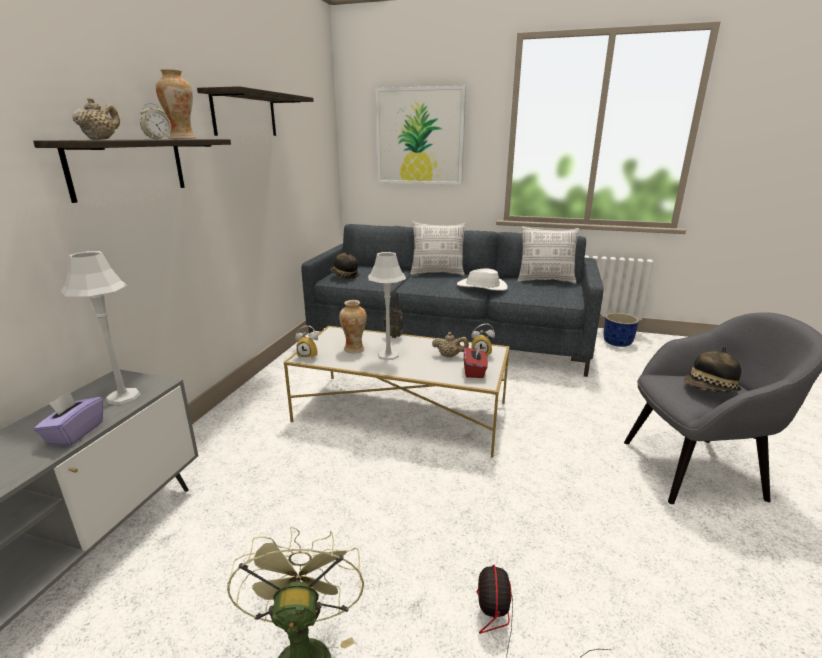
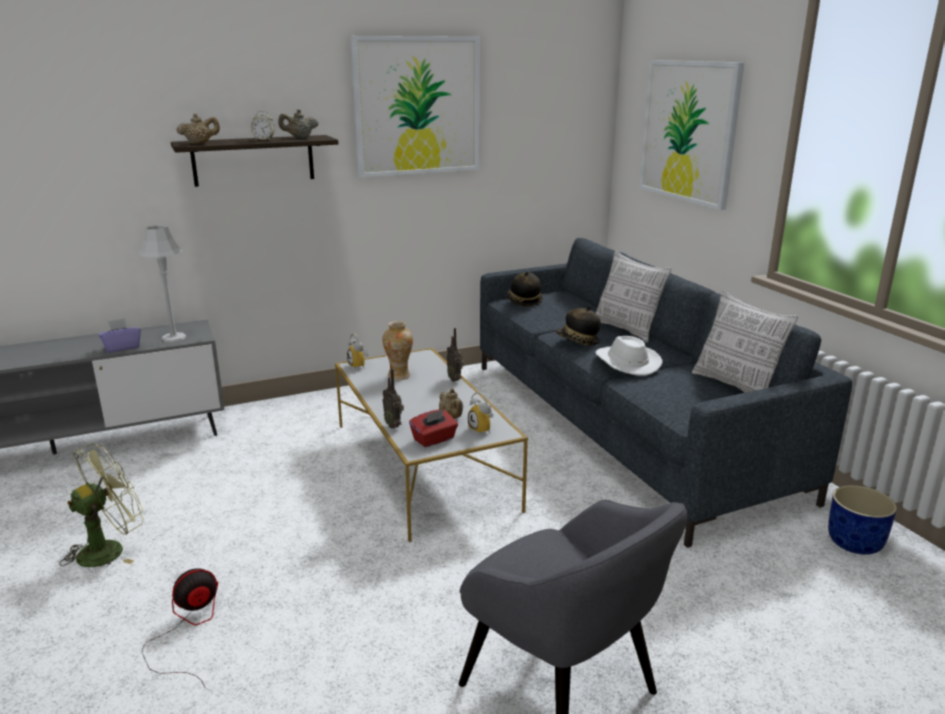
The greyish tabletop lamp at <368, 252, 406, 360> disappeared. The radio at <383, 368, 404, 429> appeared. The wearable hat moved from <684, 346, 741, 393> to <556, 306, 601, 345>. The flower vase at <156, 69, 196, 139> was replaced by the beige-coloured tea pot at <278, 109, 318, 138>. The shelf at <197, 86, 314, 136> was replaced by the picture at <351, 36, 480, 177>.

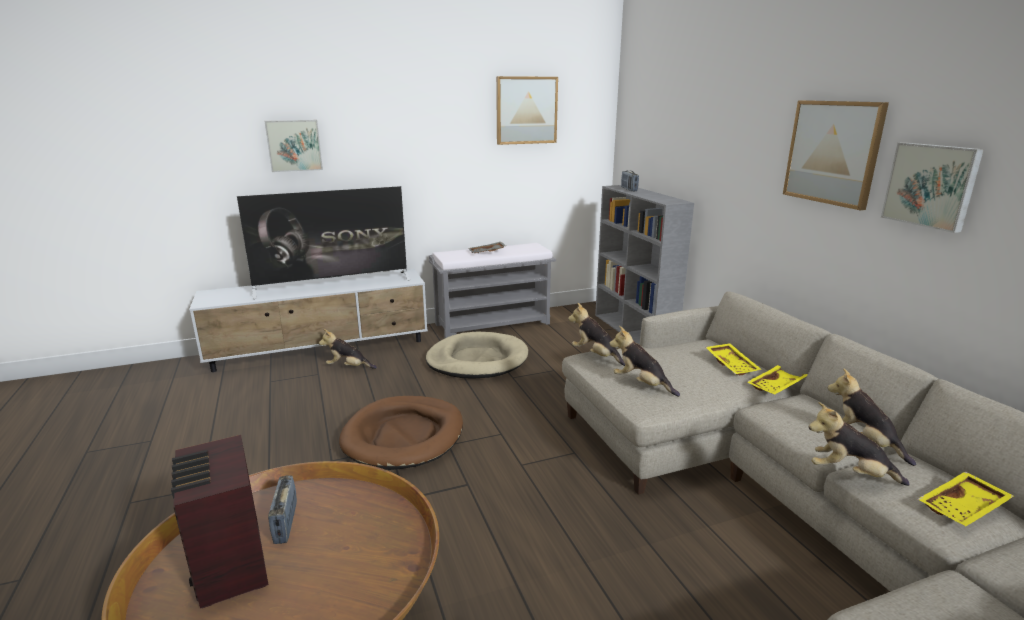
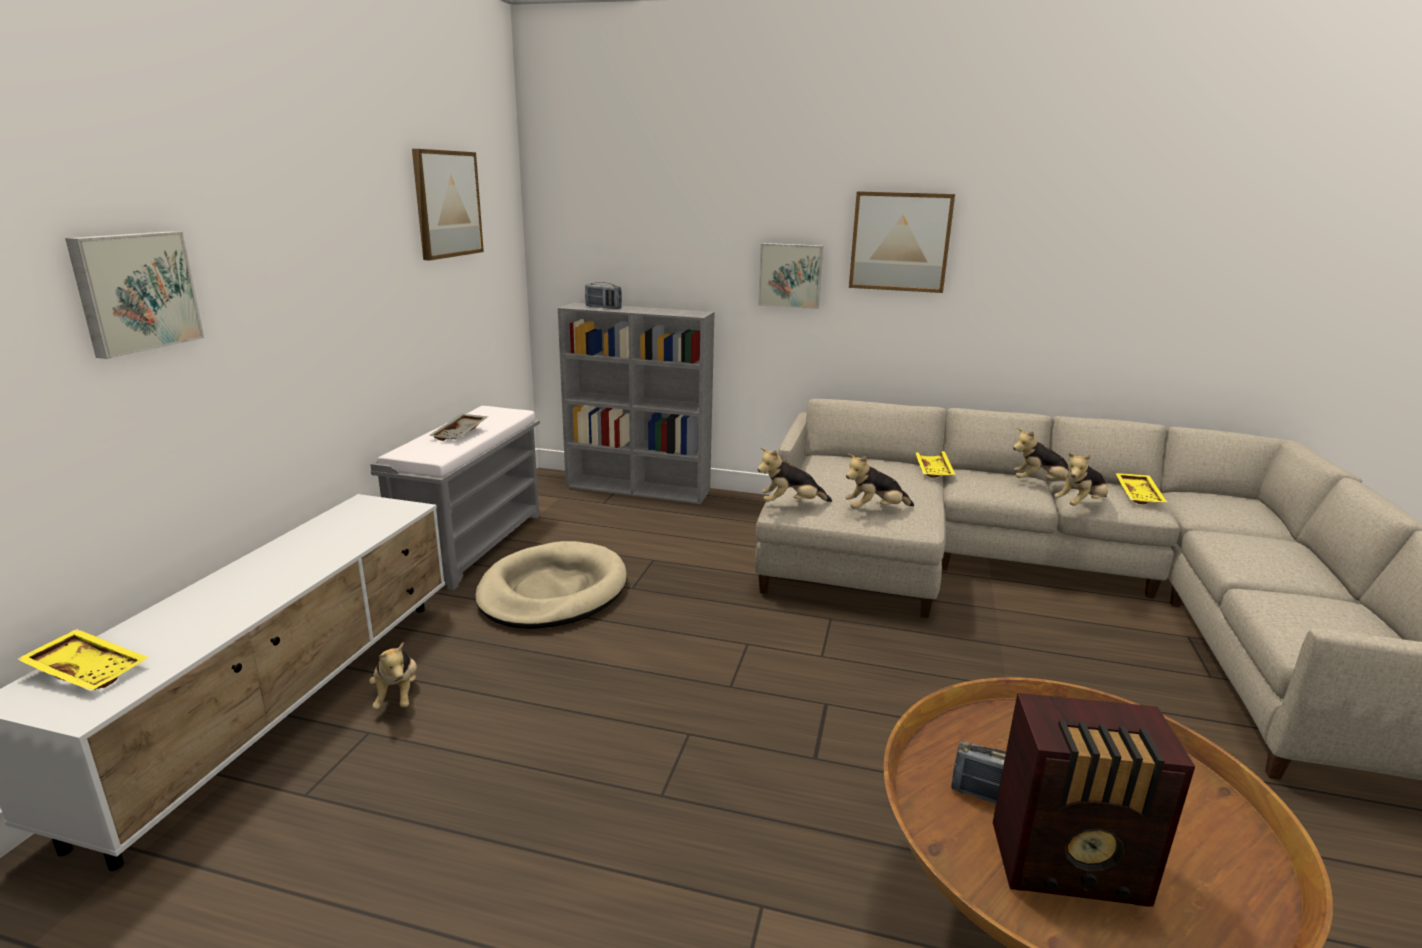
The TV set at <237, 186, 410, 299> disappeared. The brown dog bed at <339, 396, 463, 470> disappeared. The yellowish serving tray moved from <706, 343, 761, 375> to <17, 629, 148, 691>. The picture moved from <881, 142, 984, 233> to <758, 243, 823, 309>. The plush toy at <319, 329, 377, 369> turned 60 degrees counterclockwise.

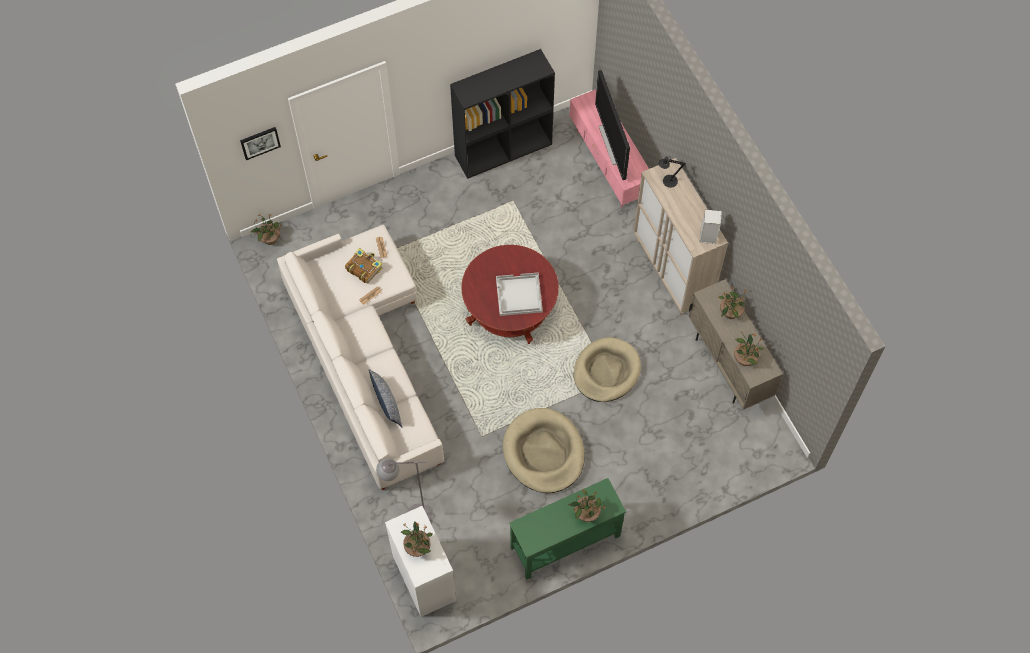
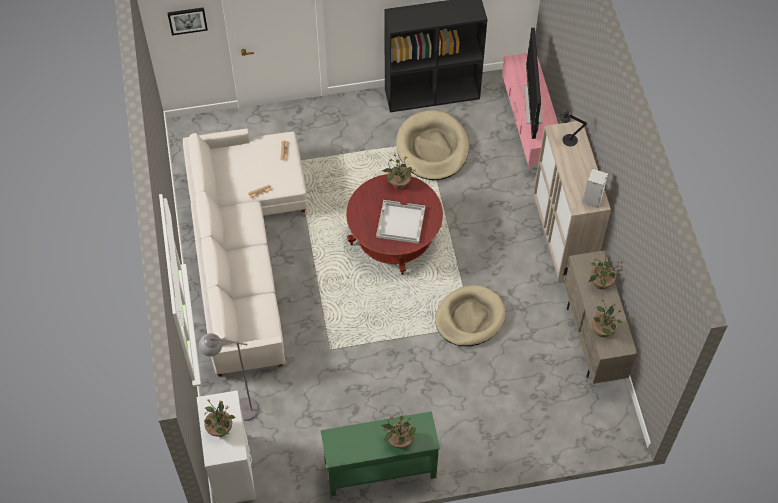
The bound book at <345, 248, 383, 284> disappeared. The throw pillow at <369, 369, 403, 428> disappeared. The houseplant moved from <250, 213, 282, 245> to <382, 154, 415, 189>. The beige-coloured dog bed moved from <503, 408, 585, 493> to <396, 110, 469, 180>.

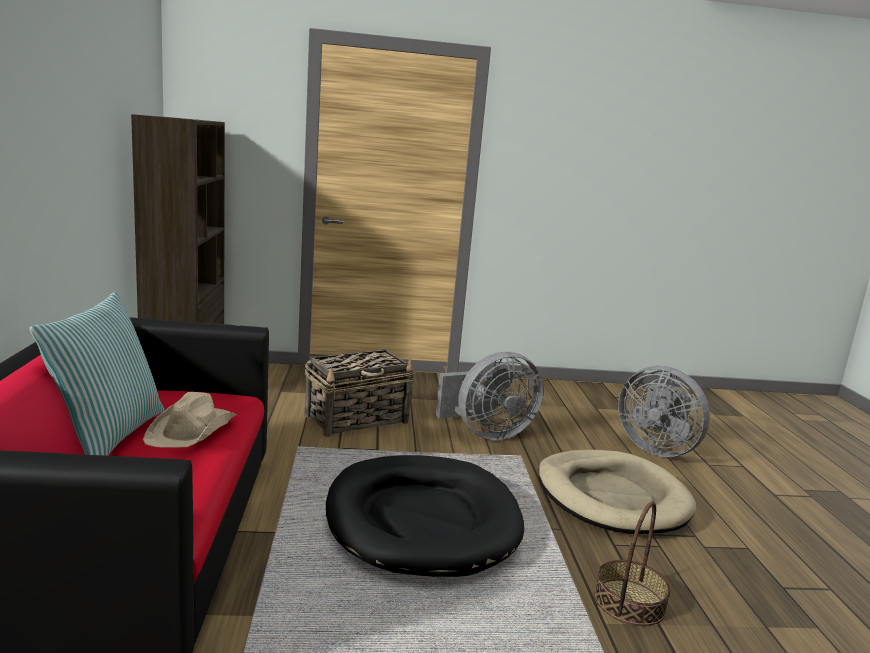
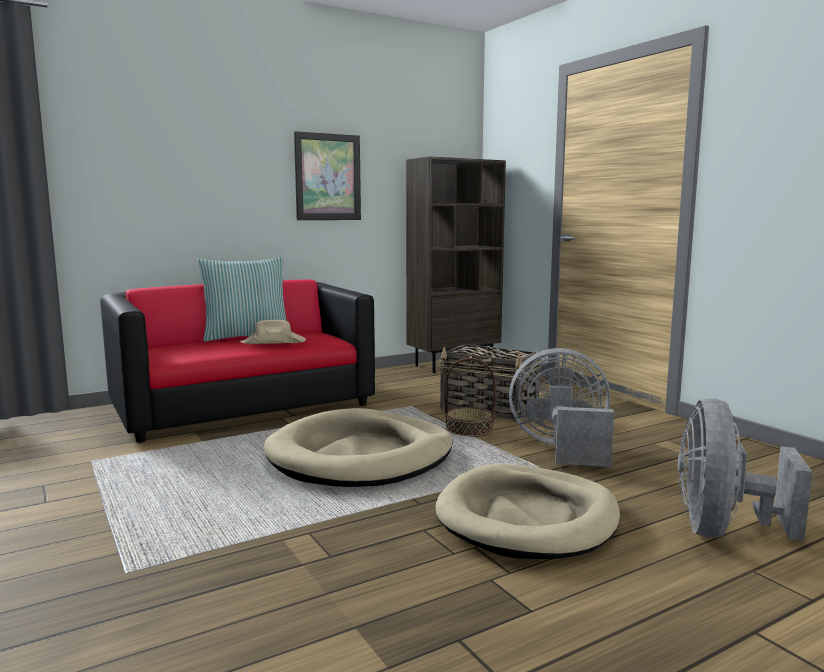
The picture at <294, 131, 361, 220> appeared. The storage basket moved from <594, 501, 671, 626> to <444, 358, 496, 437>. The black dog bed at <326, 455, 524, 577> became the beige-coloured dog bed at <264, 408, 453, 487>. The greyish fan at <436, 352, 544, 440> turned 150 degrees clockwise.

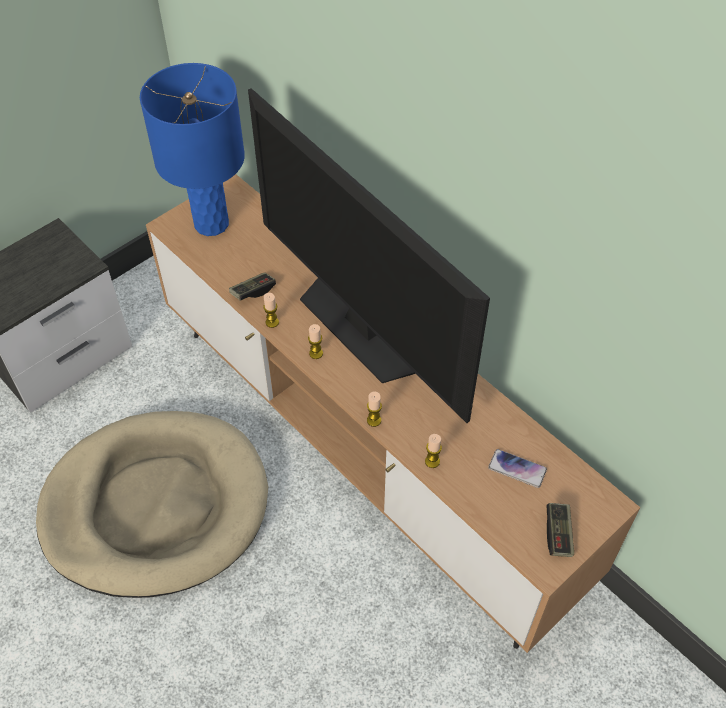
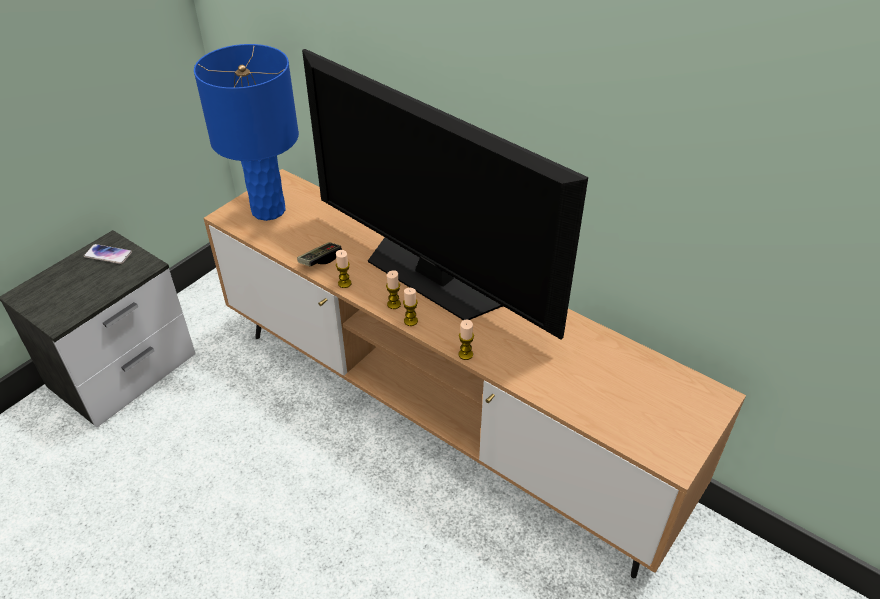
The beige-coloured dog bed at <36, 411, 268, 598> disappeared. The gamepad at <546, 503, 574, 557> disappeared. The wax light moved from <425, 434, 442, 468> to <403, 288, 418, 326>. The handset moved from <488, 449, 547, 488> to <84, 244, 132, 264>.

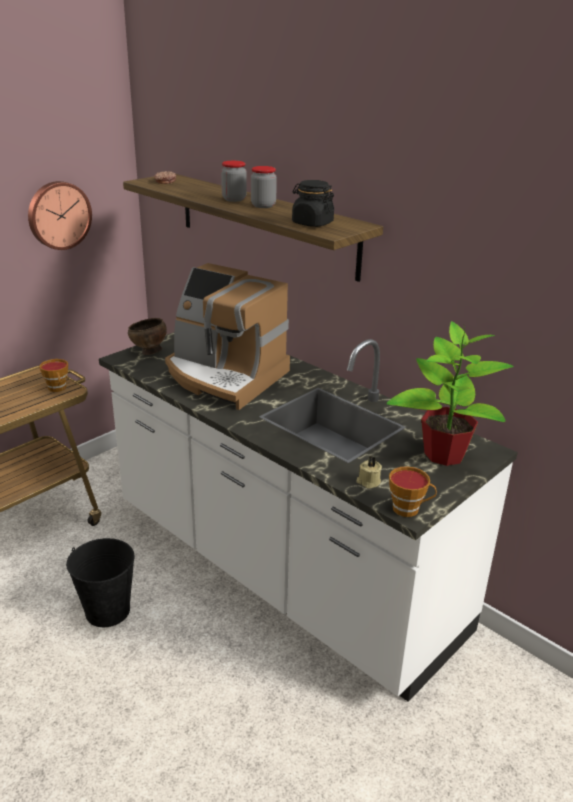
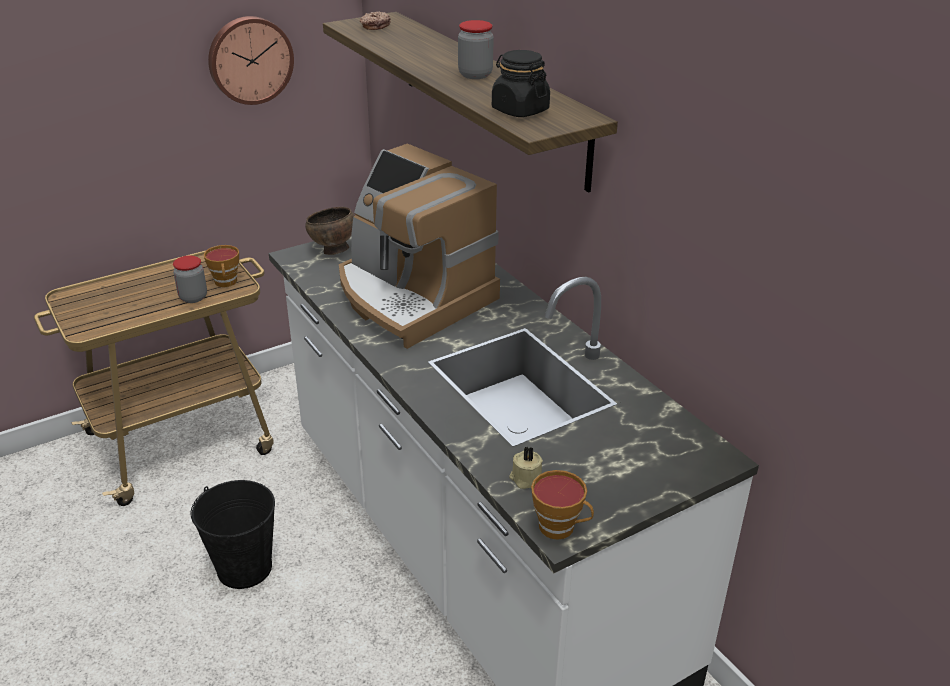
The houseplant at <387, 321, 514, 466> disappeared. The preserve jar moved from <221, 161, 247, 202> to <173, 256, 207, 303>.

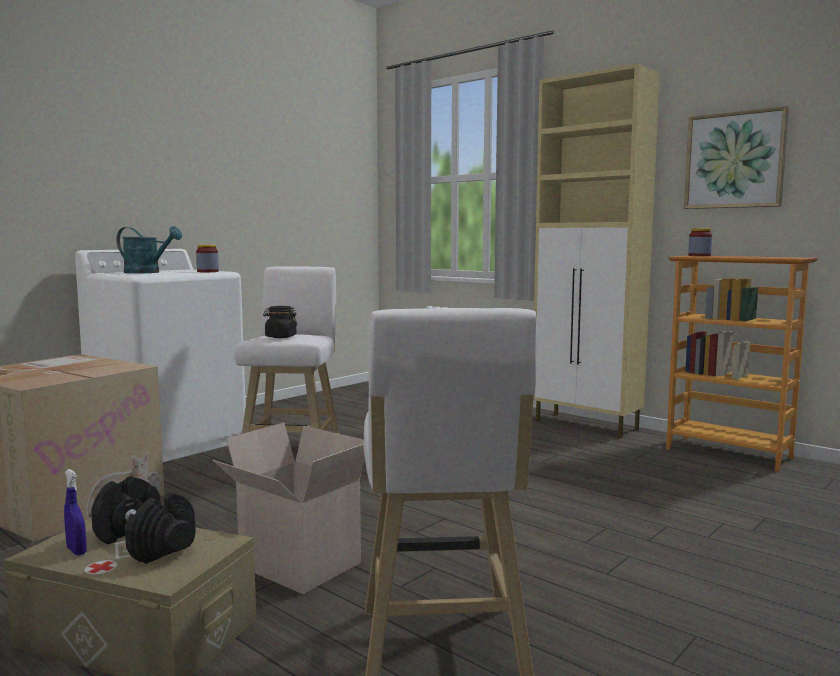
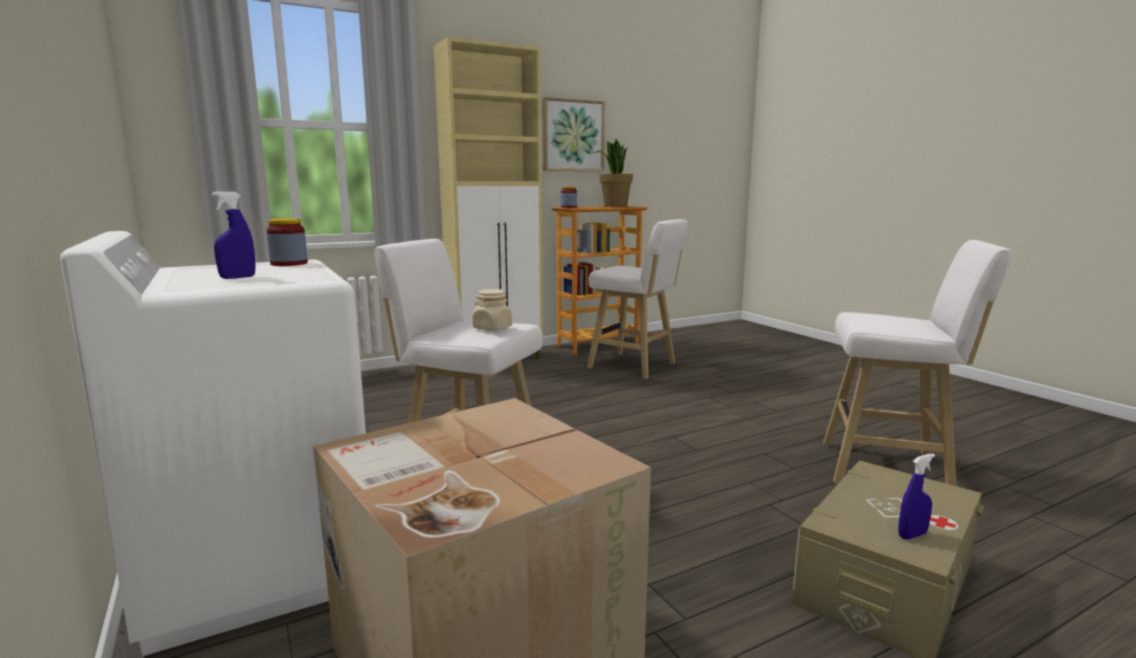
The black free weight at <91, 476, 196, 564> disappeared. The packing box at <213, 422, 365, 594> disappeared. The white stool at <587, 219, 688, 379> appeared. The houseplant at <595, 139, 633, 207> appeared. The turquoise sprinkling can at <117, 226, 182, 274> was replaced by the bluish hand sprayer at <212, 191, 256, 279>. The black preserve jar at <263, 306, 298, 338> became the beige-coloured preserve jar at <472, 289, 512, 331>.

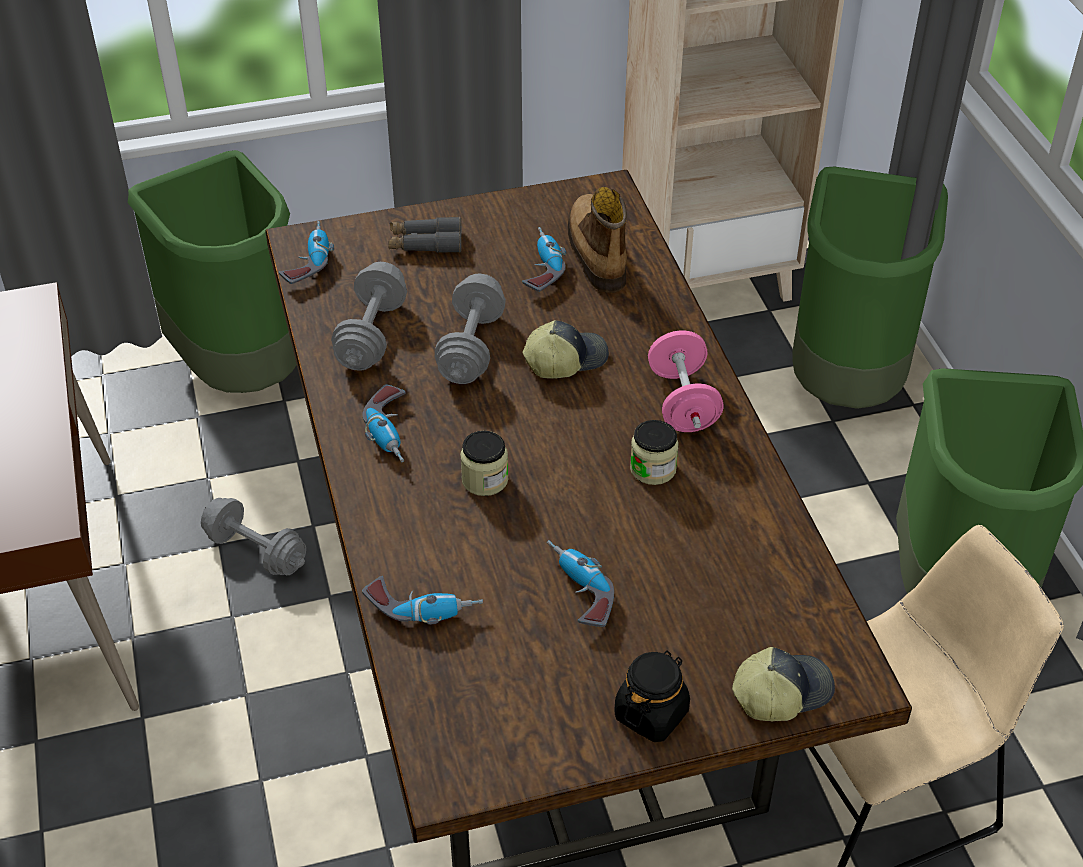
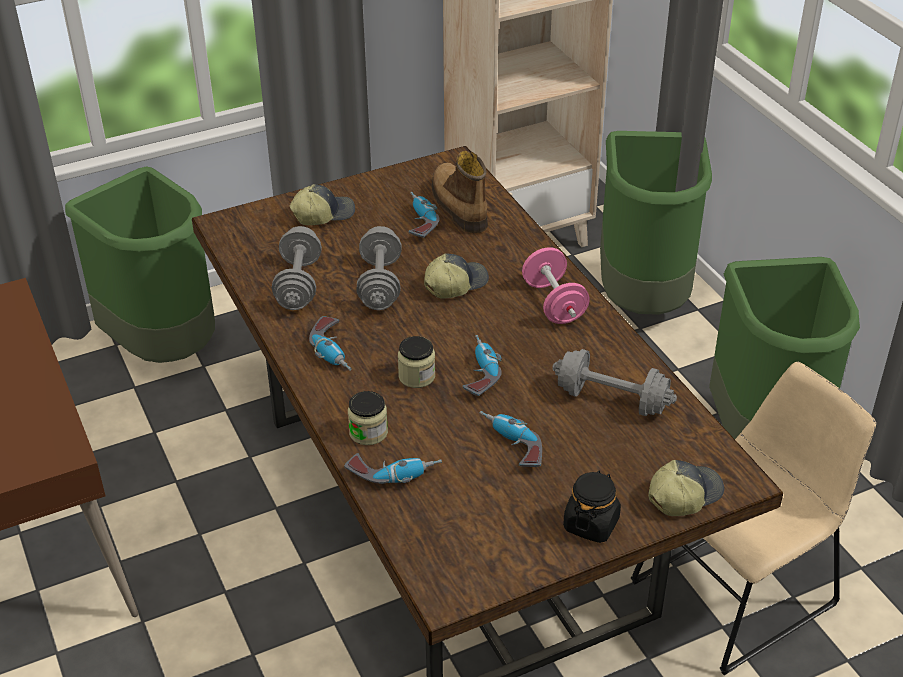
The greyish free weight moved from <201, 498, 306, 575> to <552, 349, 677, 416>. The electric drill moved from <279, 221, 334, 284> to <462, 335, 502, 396>. The preserve jar moved from <630, 420, 679, 485> to <348, 391, 388, 445>. The greyish field glasses at <388, 217, 462, 253> was replaced by the peaked cap at <289, 184, 355, 225>.

